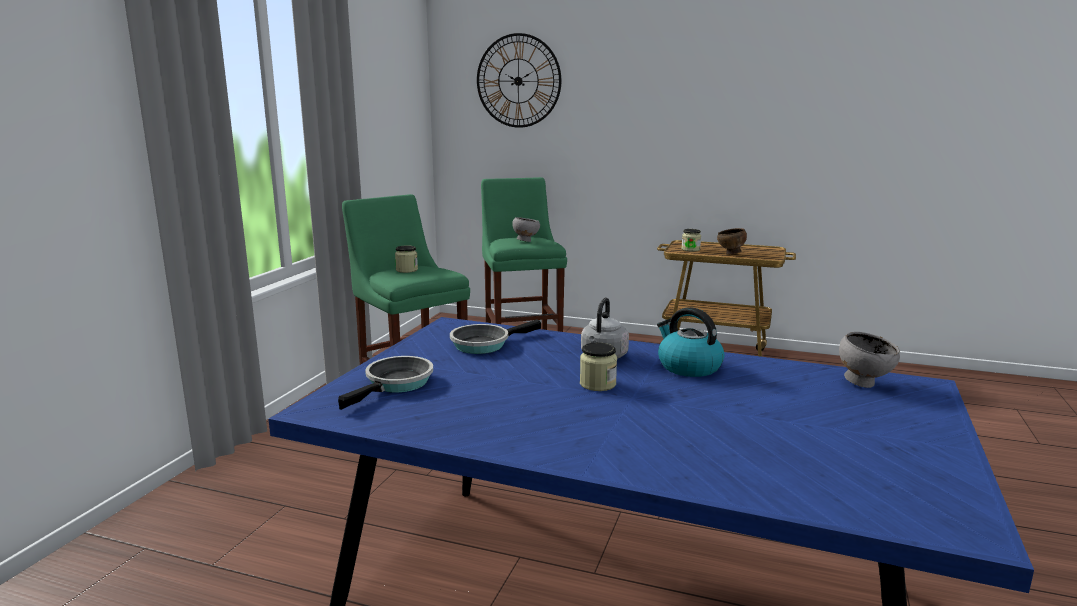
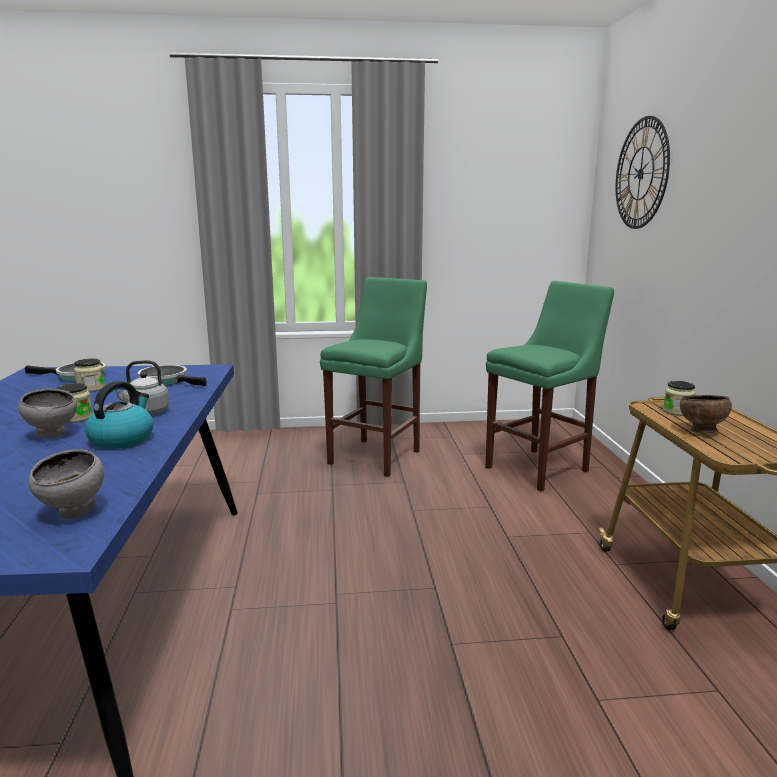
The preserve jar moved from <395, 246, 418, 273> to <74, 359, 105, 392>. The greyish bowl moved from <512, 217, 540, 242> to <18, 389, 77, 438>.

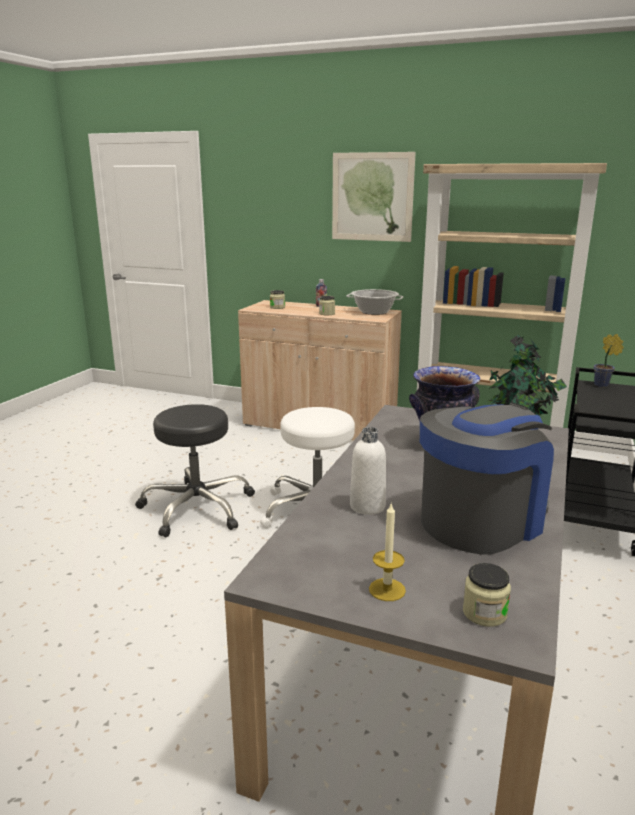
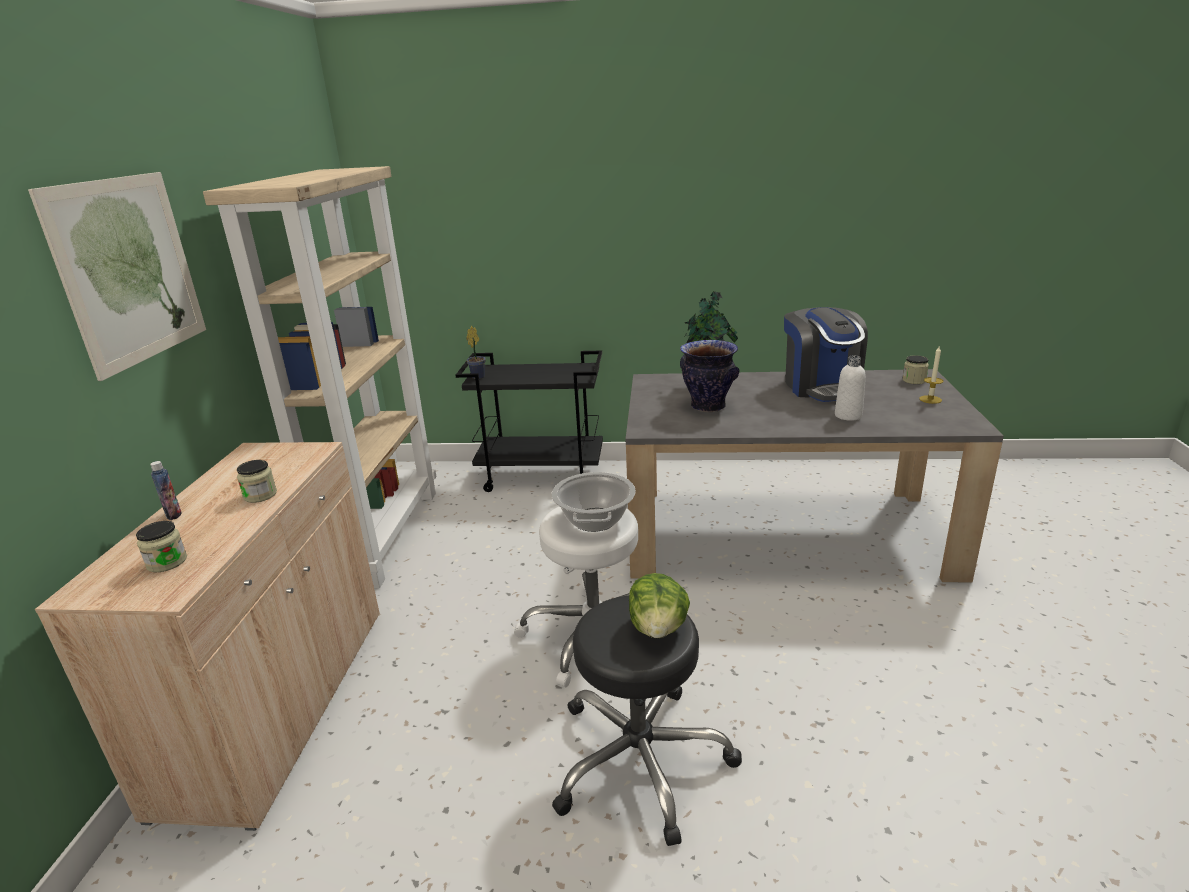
The lettuce at <629, 573, 690, 638> appeared. The cooking pot moved from <346, 289, 404, 315> to <552, 472, 636, 532>. The coffee maker at <420, 403, 554, 555> turned 135 degrees counterclockwise.

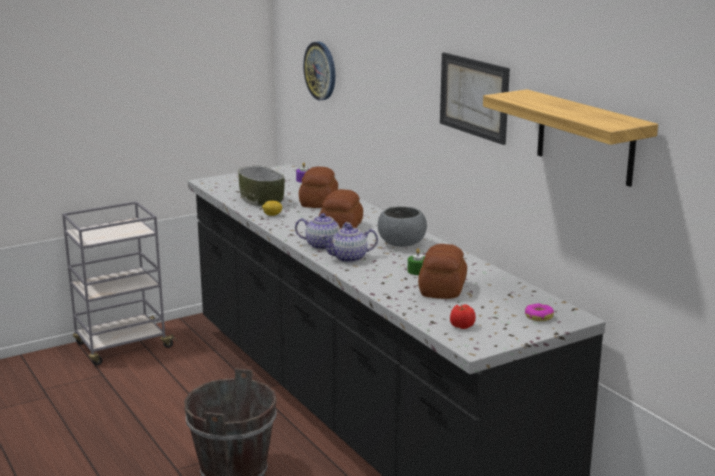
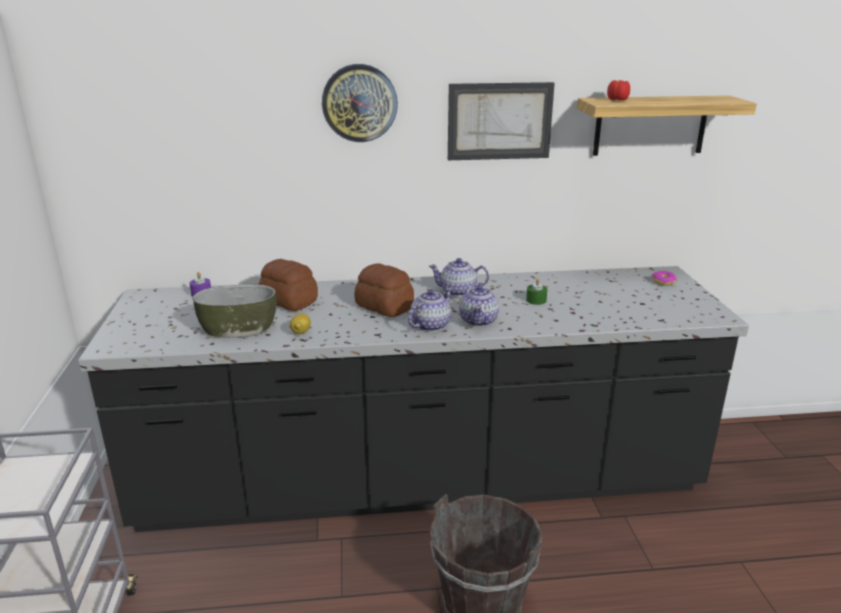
The baked bread at <418, 244, 467, 299> disappeared. The hanging clock moved from <303, 42, 335, 100> to <322, 64, 398, 142>. The tomato moved from <450, 304, 476, 329> to <607, 80, 630, 100>. The greyish bowl at <378, 206, 427, 247> was replaced by the tea pot at <429, 258, 489, 297>.

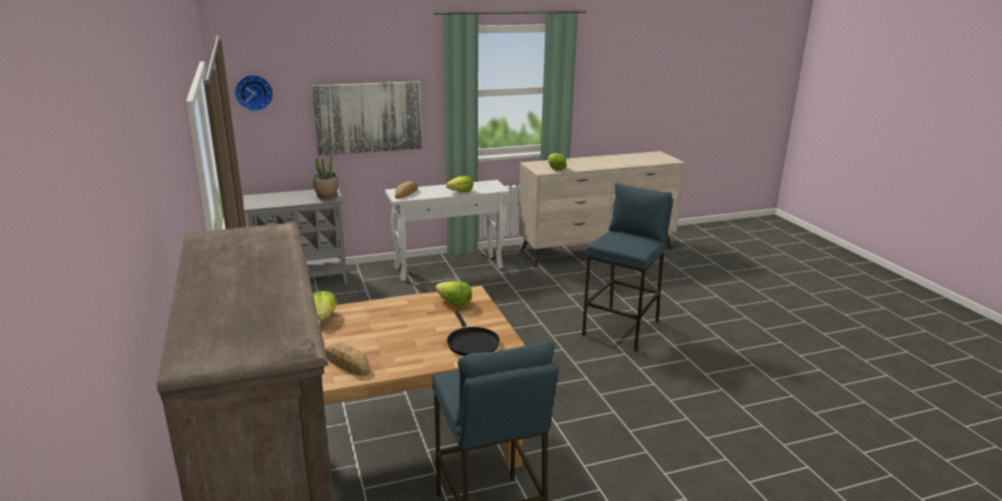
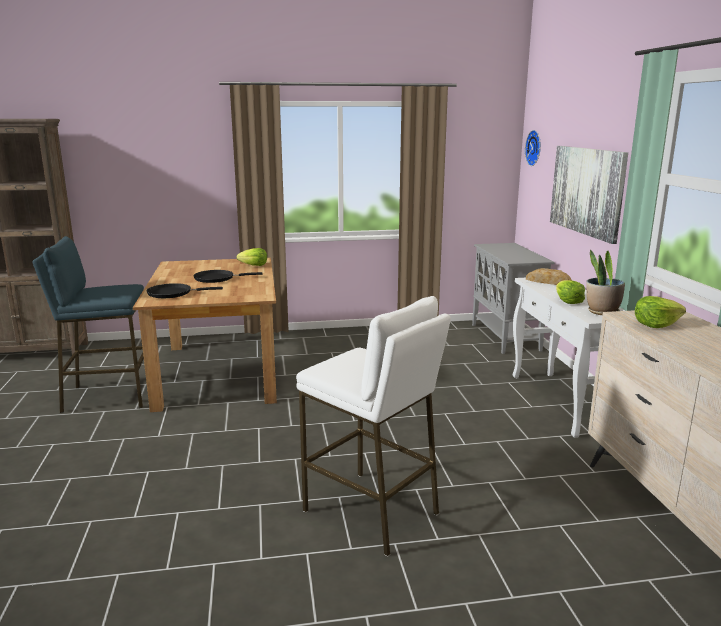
The baked bread at <325, 343, 370, 376> disappeared. The lettuce at <435, 281, 472, 307> disappeared. The black frying pan at <193, 270, 262, 283> appeared. The houseplant moved from <312, 153, 338, 200> to <586, 250, 625, 315>. The bluish stool at <582, 183, 673, 352> became the white stool at <296, 296, 451, 557>.

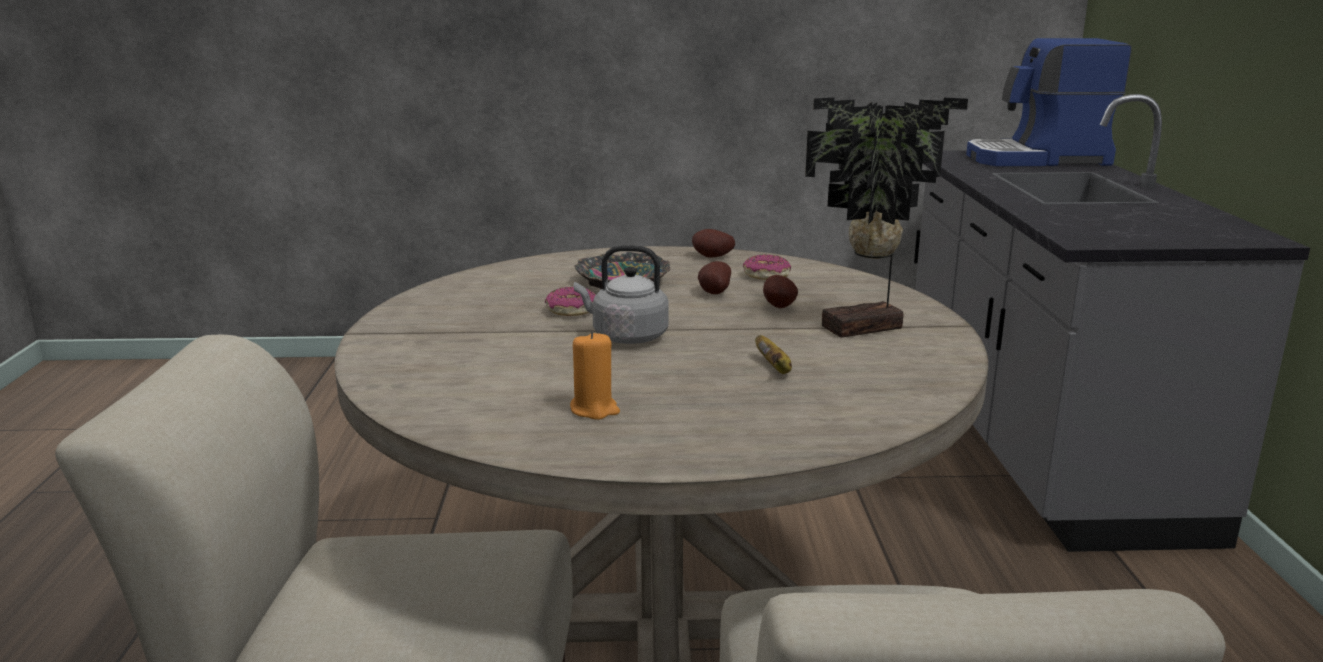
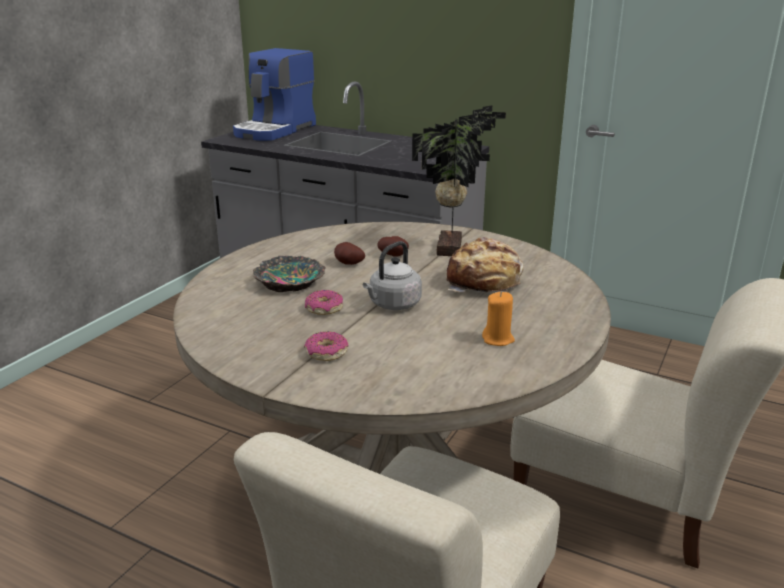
The spud at <692, 229, 735, 258> disappeared. The doughnut moved from <743, 255, 791, 280> to <304, 331, 349, 361>. The whole banana at <755, 335, 792, 374> was replaced by the baked bread at <446, 237, 524, 293>.

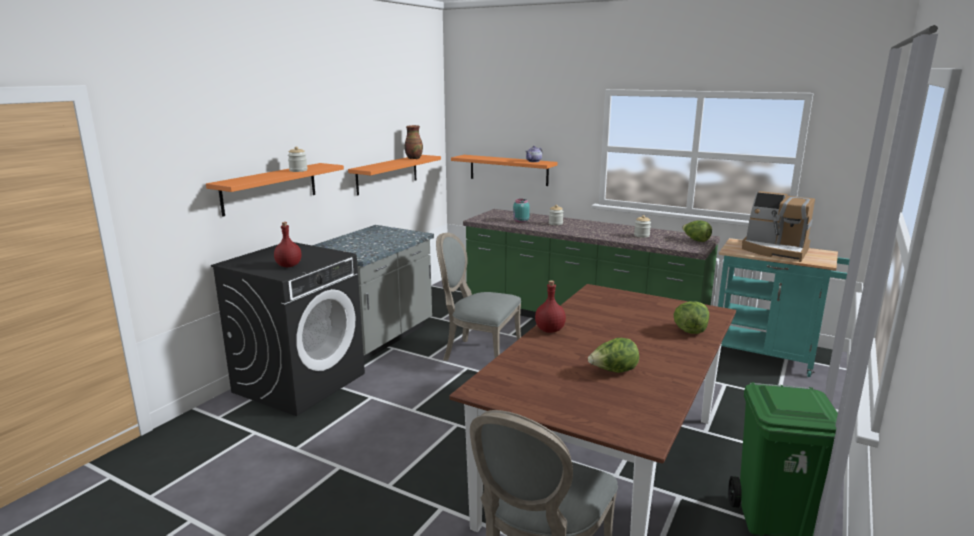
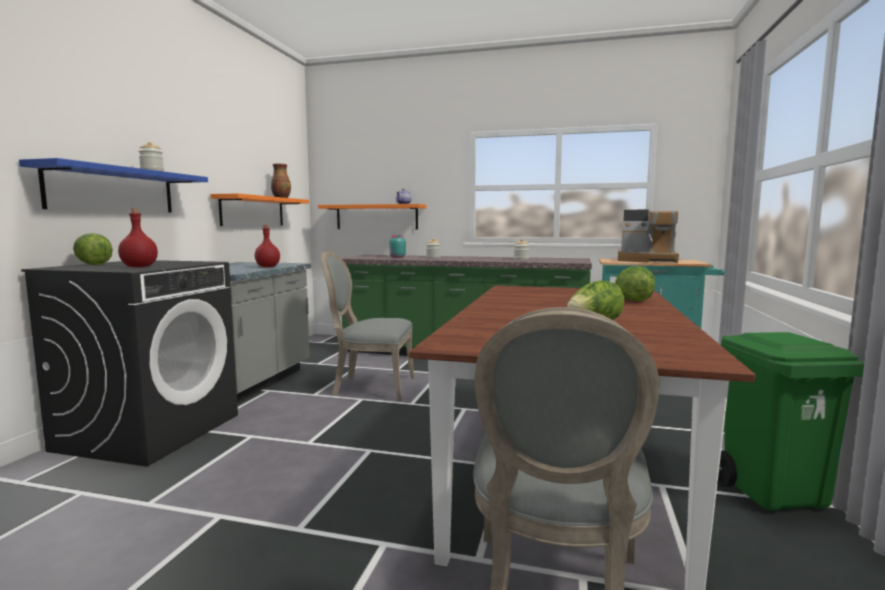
The red-coloured drink bottle moved from <535, 280, 566, 333> to <255, 225, 280, 267>. The lettuce moved from <682, 220, 712, 242> to <73, 233, 113, 265>. The orange-coloured shelf at <206, 163, 344, 217> became the bluish shelf at <19, 158, 208, 213>.

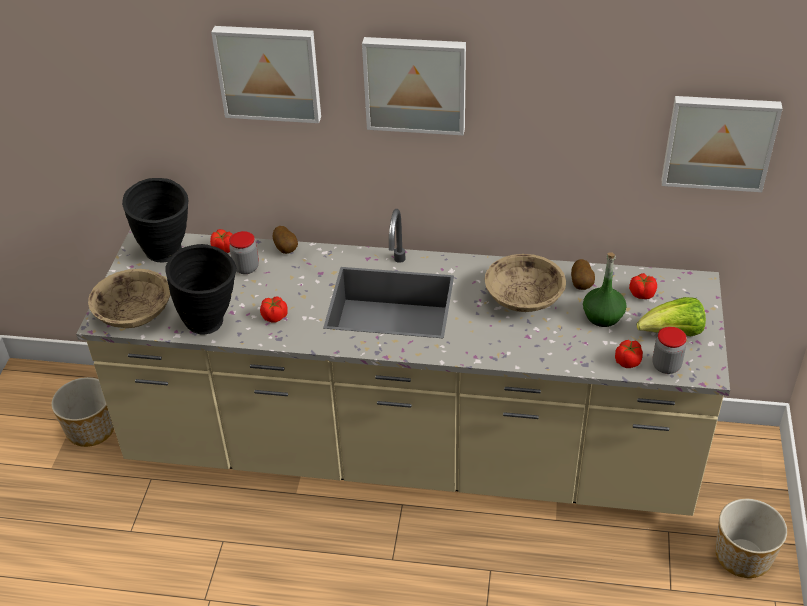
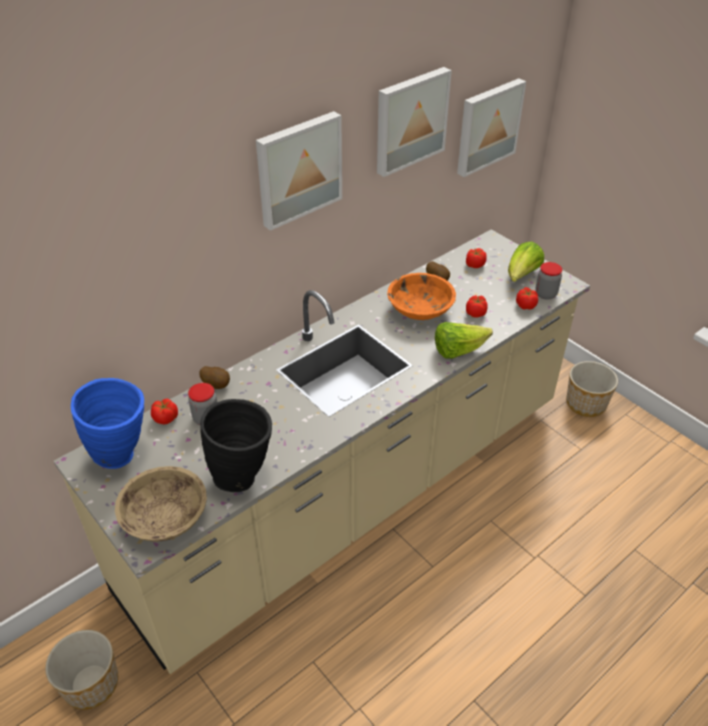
The green drink bottle at <583, 252, 627, 327> disappeared. The lettuce at <435, 322, 493, 359> appeared. The picture moved from <211, 26, 321, 123> to <377, 67, 452, 177>. The tomato moved from <260, 296, 288, 323> to <466, 295, 488, 318>. The black flower vase at <122, 178, 188, 263> became the bluish flower vase at <71, 378, 144, 469>. The beige-coloured bowl at <484, 254, 566, 312> became the orange-coloured bowl at <387, 273, 456, 320>.

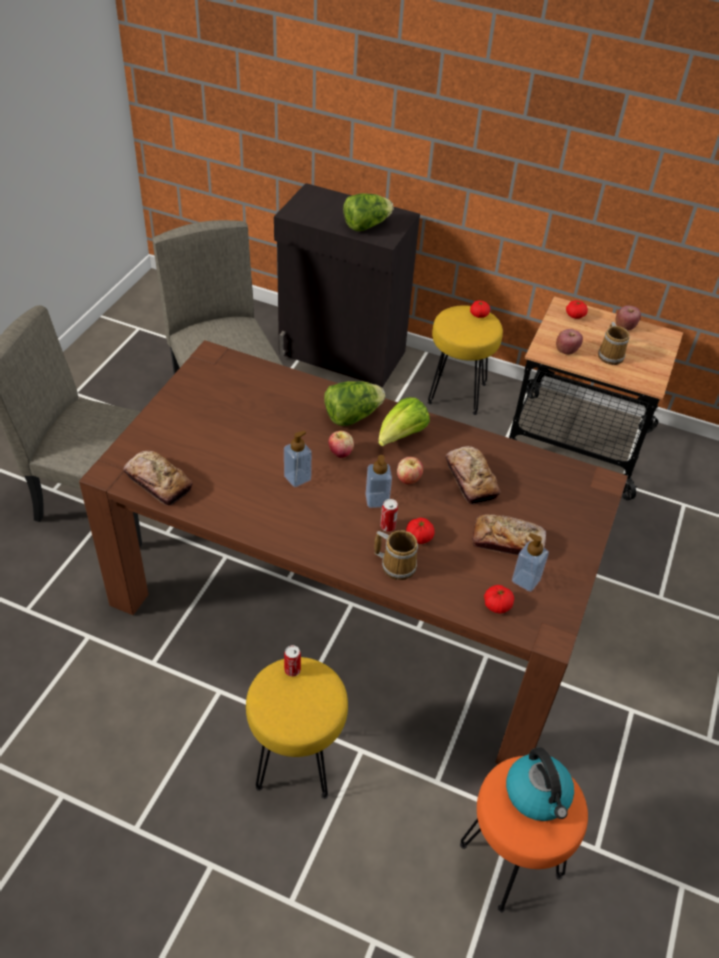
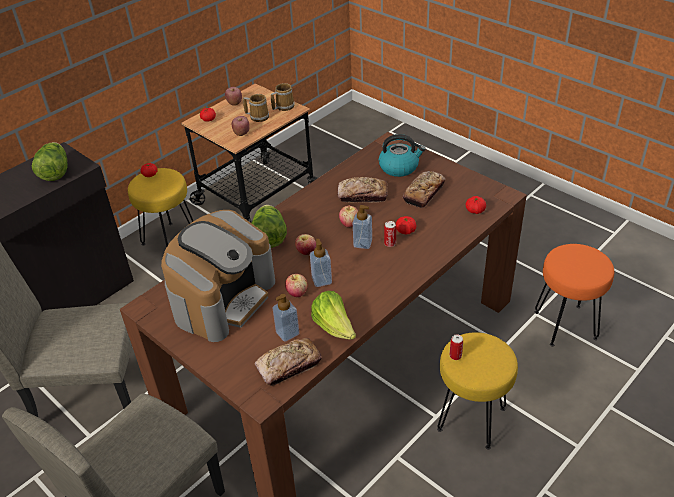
The coffee maker at <161, 210, 275, 342> appeared. The apple fruit at <285, 274, 308, 297> appeared. The coffee mug moved from <374, 530, 418, 580> to <271, 83, 295, 111>. The lettuce moved from <378, 397, 430, 446> to <311, 291, 356, 340>. The kettle moved from <506, 747, 574, 821> to <379, 134, 426, 177>. The liquid soap bottle moved from <512, 533, 549, 592> to <272, 294, 300, 341>.

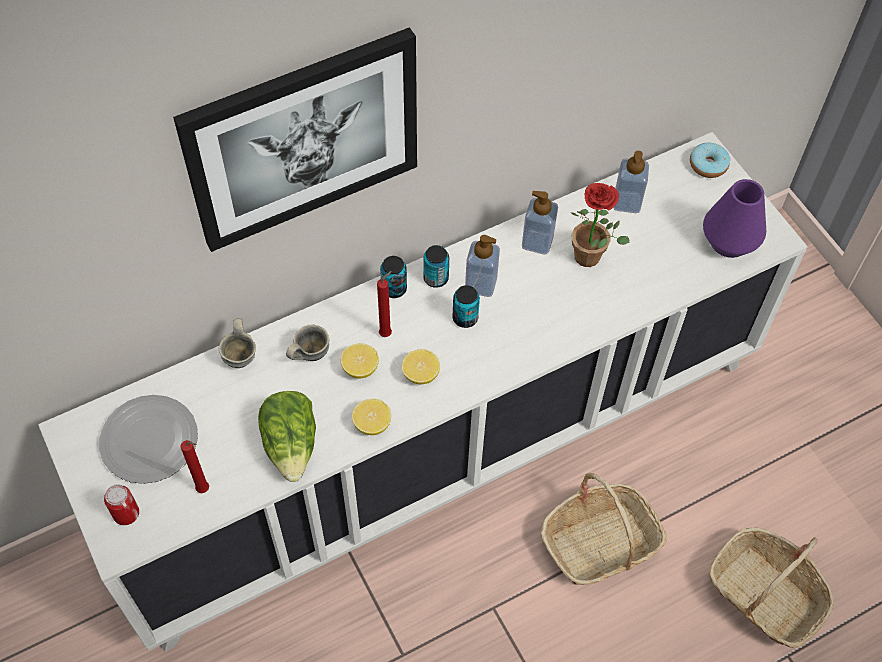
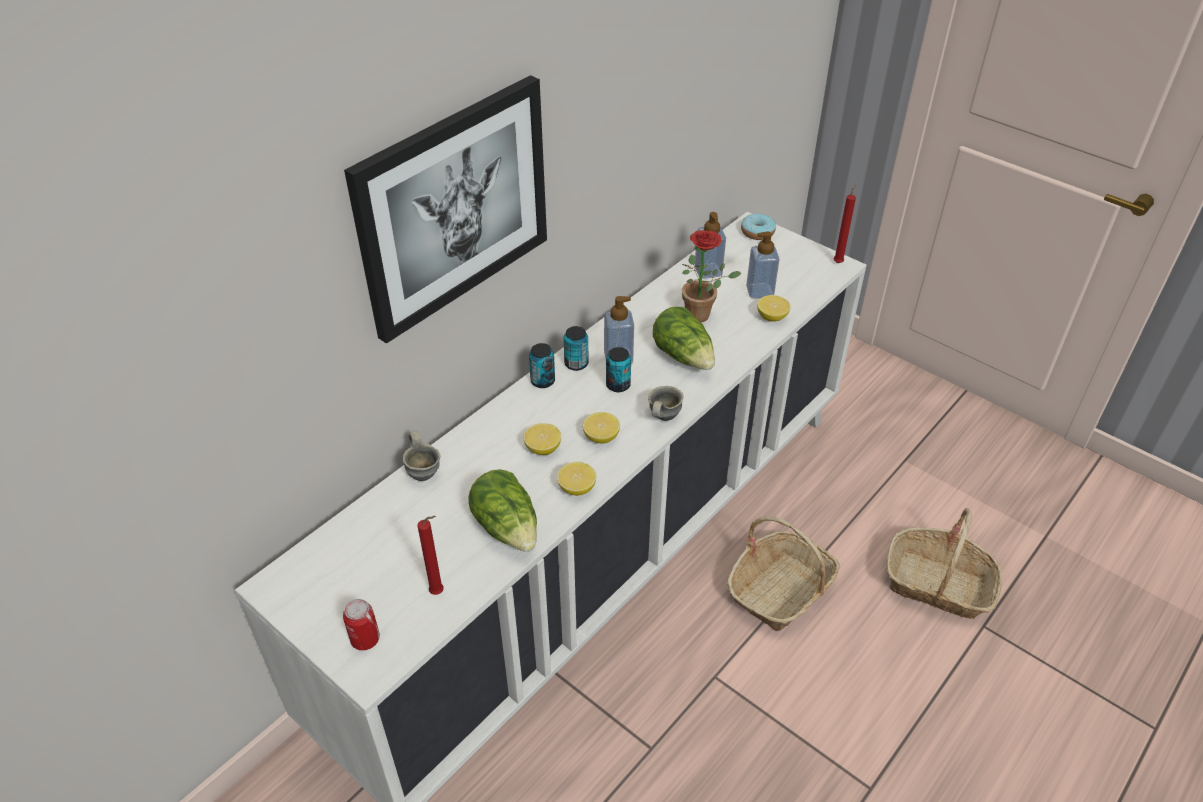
The flat dish at <99, 395, 198, 484> disappeared. The purple-coloured flower vase at <703, 179, 766, 258> disappeared. The lettuce at <653, 307, 715, 370> appeared. The whole lemon at <757, 295, 791, 322> appeared. The greyish coffee mug moved from <286, 325, 329, 361> to <648, 386, 683, 421>. The red-coloured wax light moved from <377, 271, 392, 337> to <834, 185, 856, 263>. The liquid soap bottle moved from <522, 191, 558, 254> to <746, 231, 780, 299>.

